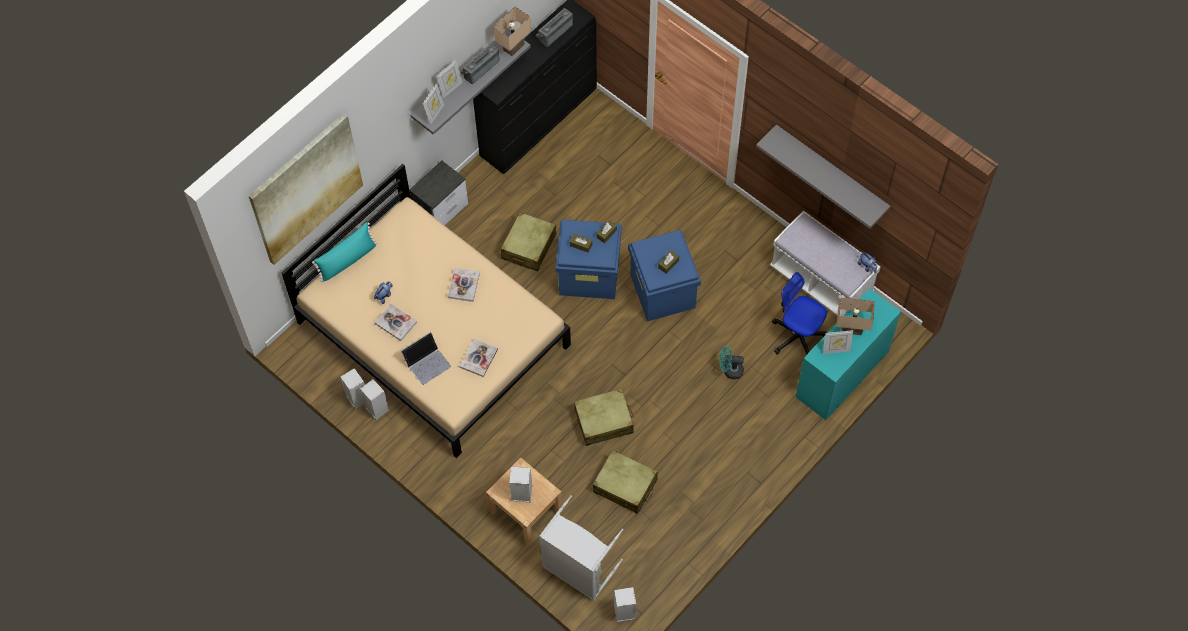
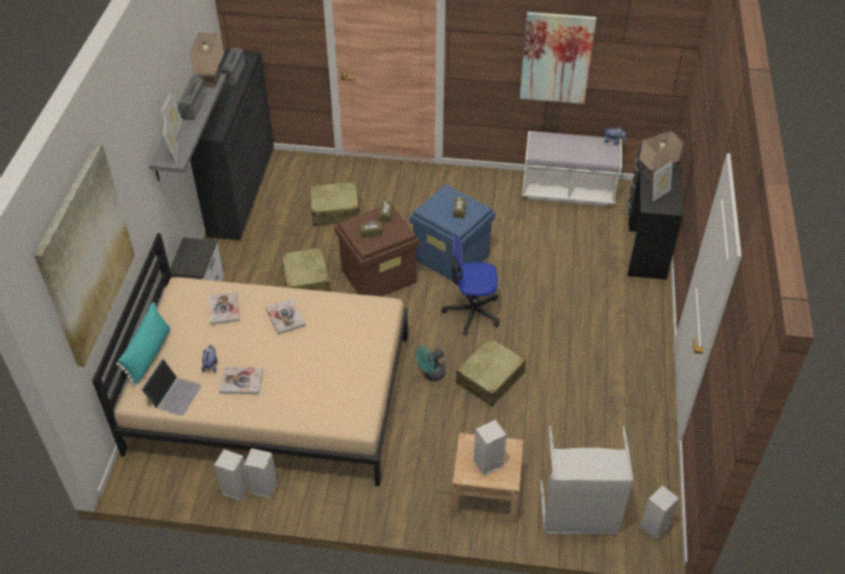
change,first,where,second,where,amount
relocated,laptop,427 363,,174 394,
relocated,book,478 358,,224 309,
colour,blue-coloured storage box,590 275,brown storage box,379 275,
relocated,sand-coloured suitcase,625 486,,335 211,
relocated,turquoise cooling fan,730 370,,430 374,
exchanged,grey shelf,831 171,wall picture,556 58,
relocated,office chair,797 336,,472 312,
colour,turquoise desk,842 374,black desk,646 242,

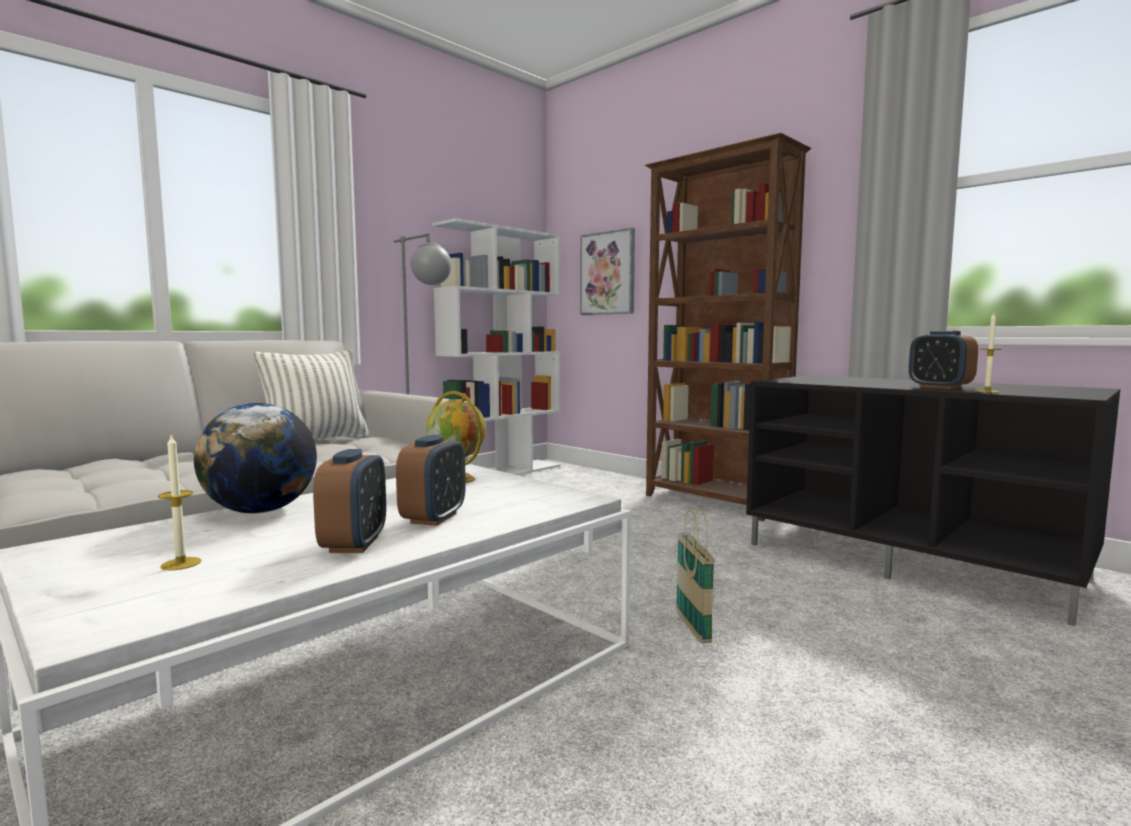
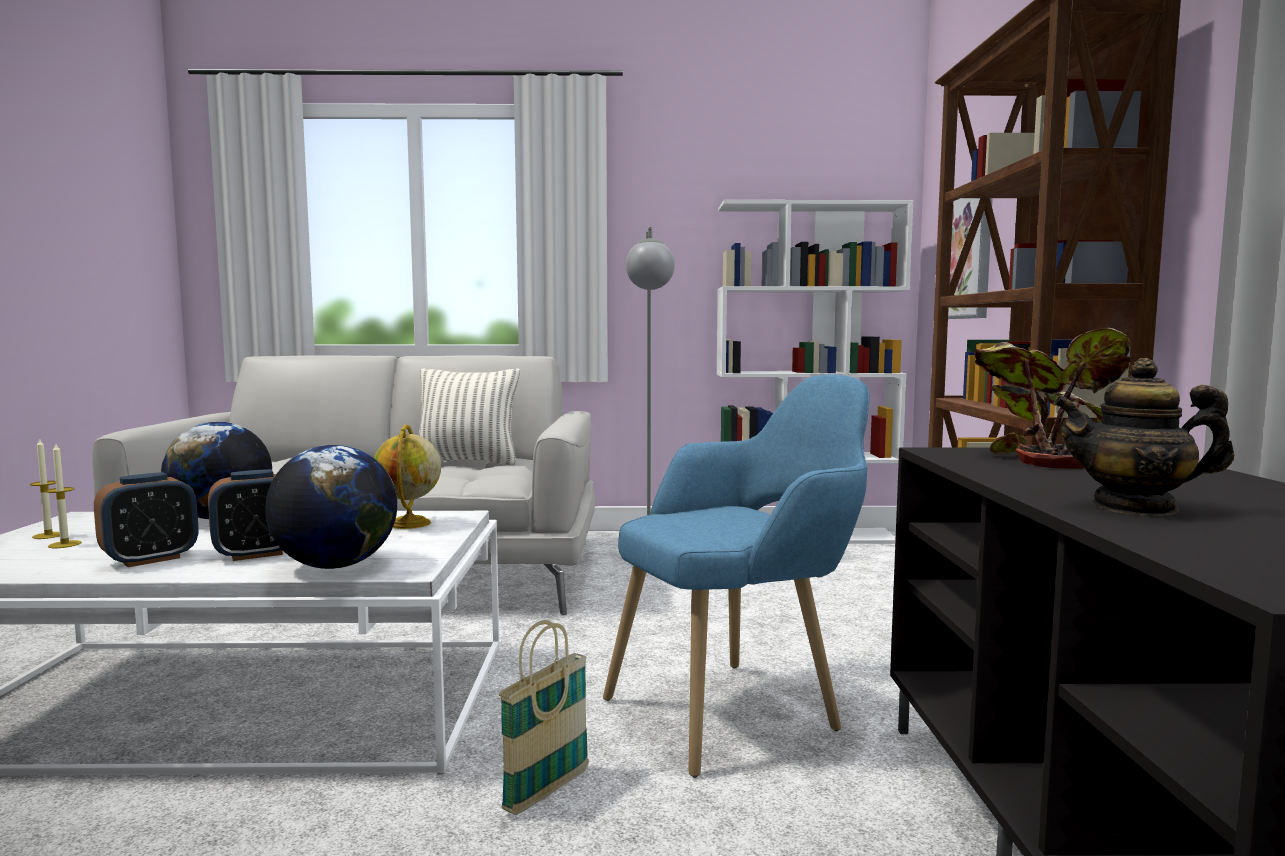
change,first,where,second,where,amount
exchanged,alarm clock,940 387,teapot,1135 507,
relocated,wax light,987 391,,48 535,
appeared,,,desk globe,335 566,
appeared,,,blue-coloured armchair,743 707,
appeared,,,houseplant,1048 456,

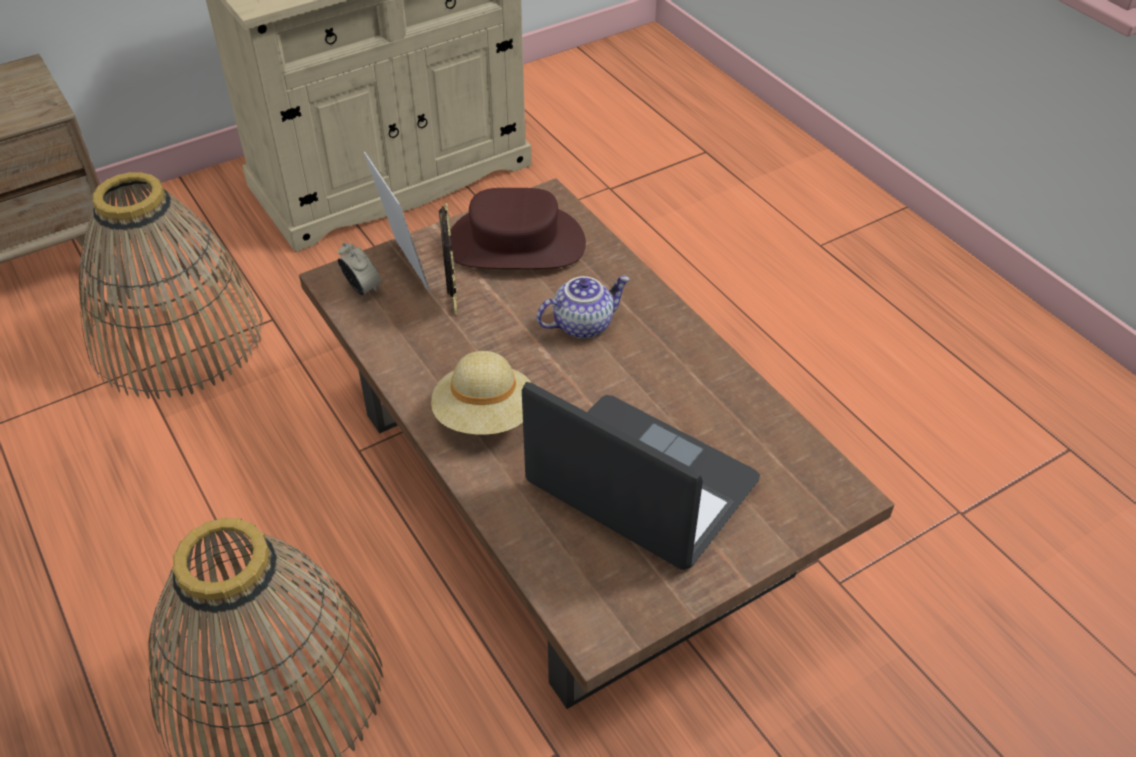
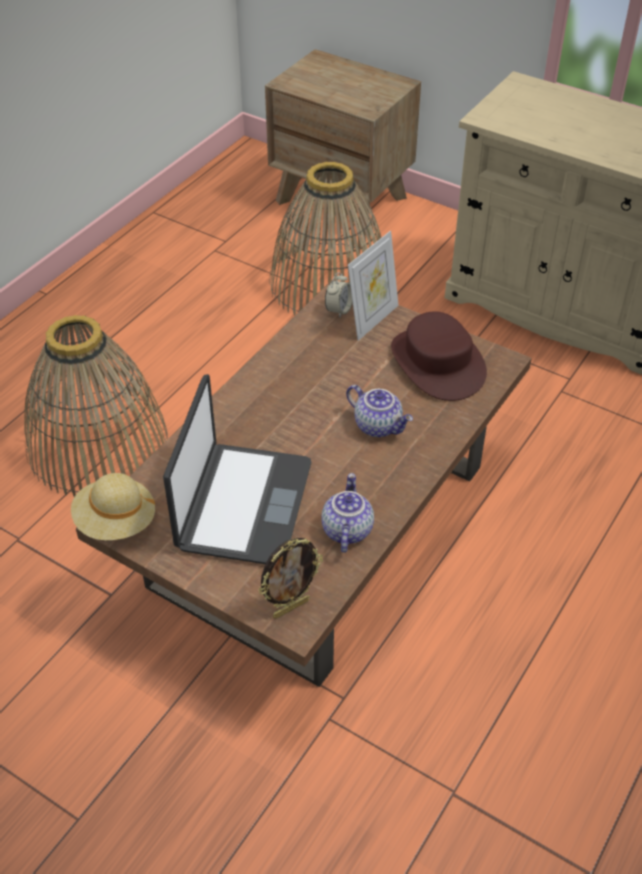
change,first,where,second,where,amount
relocated,sand-coloured hat,485 416,,116 522,
relocated,standing frame,452 300,,290 607,
appeared,,,teapot,346 530,

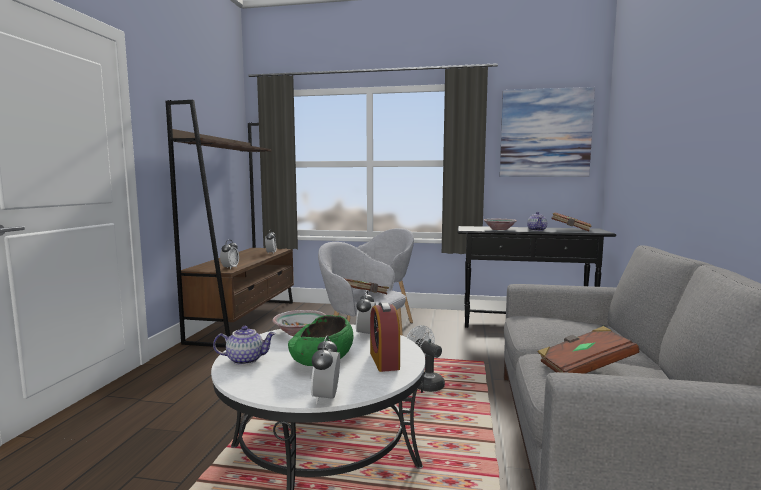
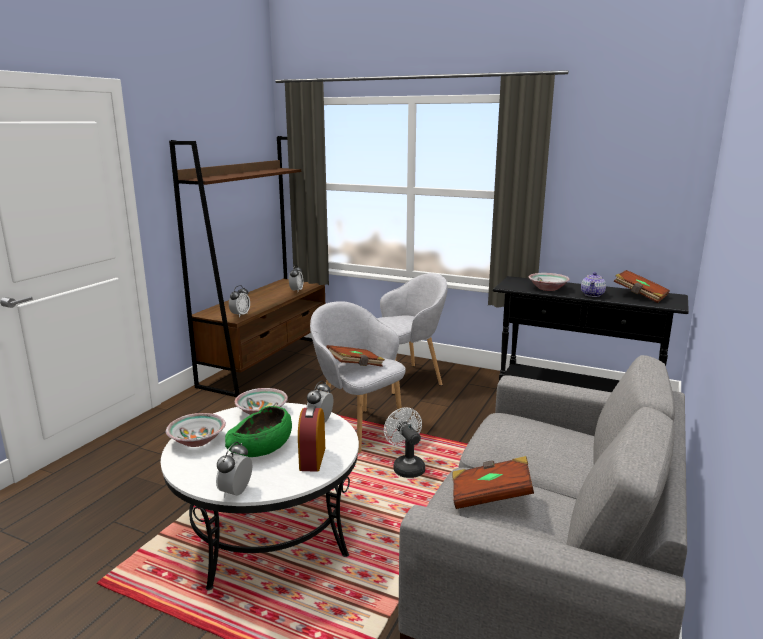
change,first,where,second,where,amount
exchanged,teapot,246 360,serving bowl,197 440,
missing,wall picture,545 133,,,

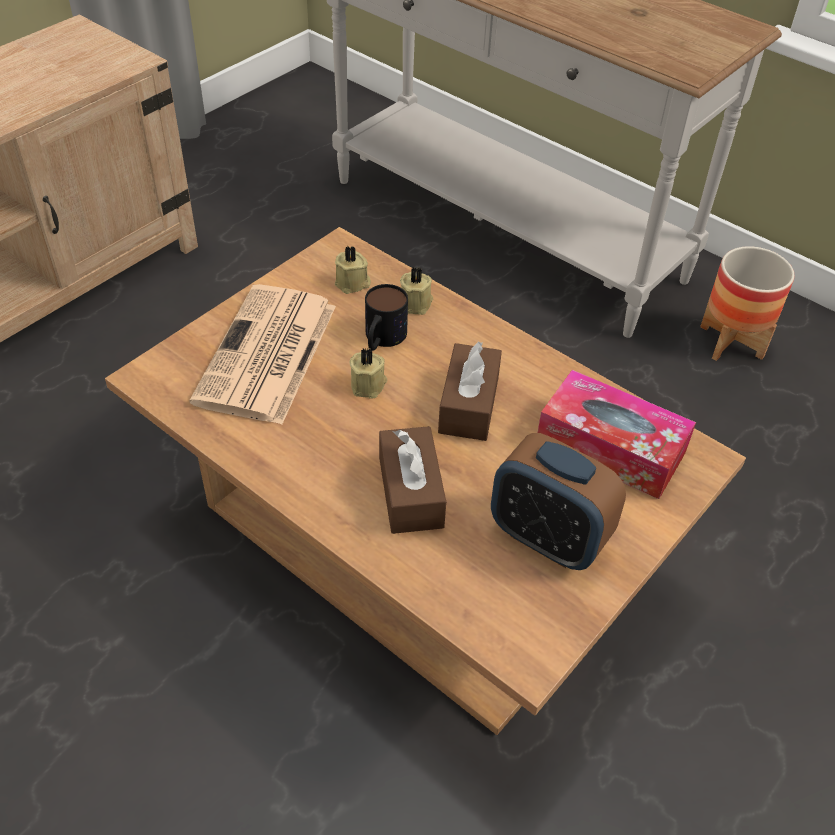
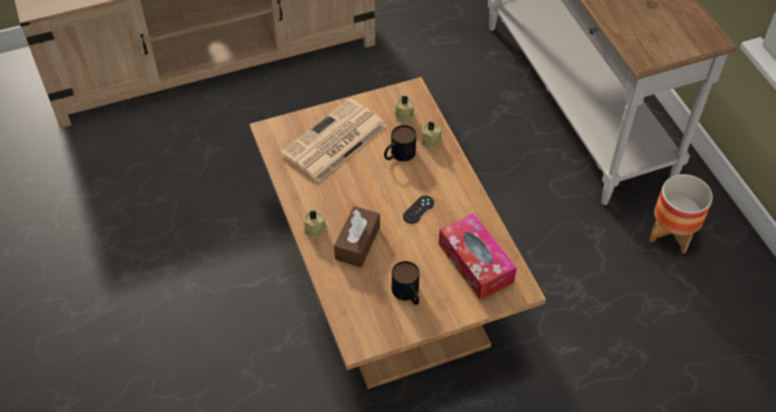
change,first,where,second,where,amount
relocated,sand-coloured wax light,369 385,,315 229,
exchanged,brown tissue box,469 404,black gamepad,418 209,
exchanged,alarm clock,548 538,tea mug,408 294,

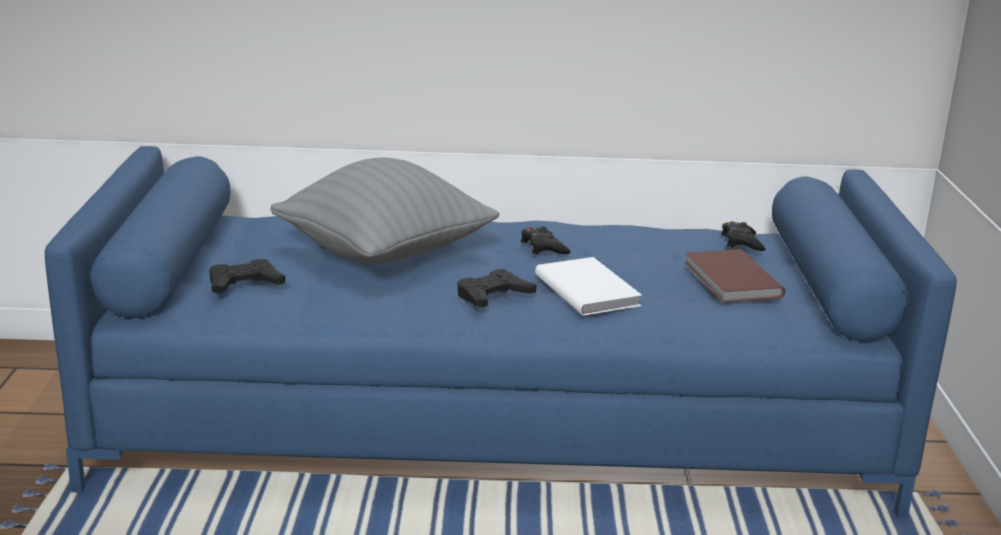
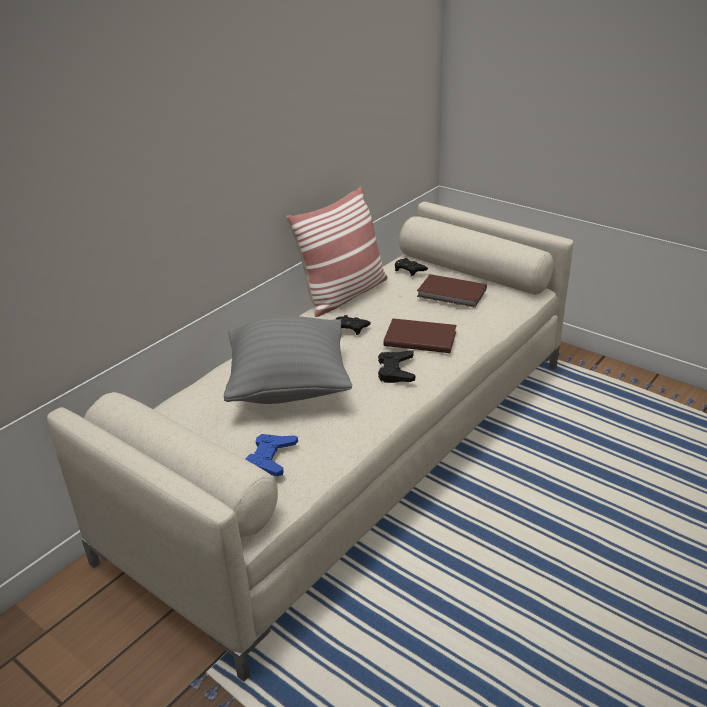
change,first,where,second,where,amount
colour,blue-coloured couch,496 426,sand-coloured couch,357 450,
colour,black gamepad,244 284,blue-coloured gamepad,271 458,
colour,whitish book,588 289,brown book,419 338,
appeared,,,cushion,344 294,

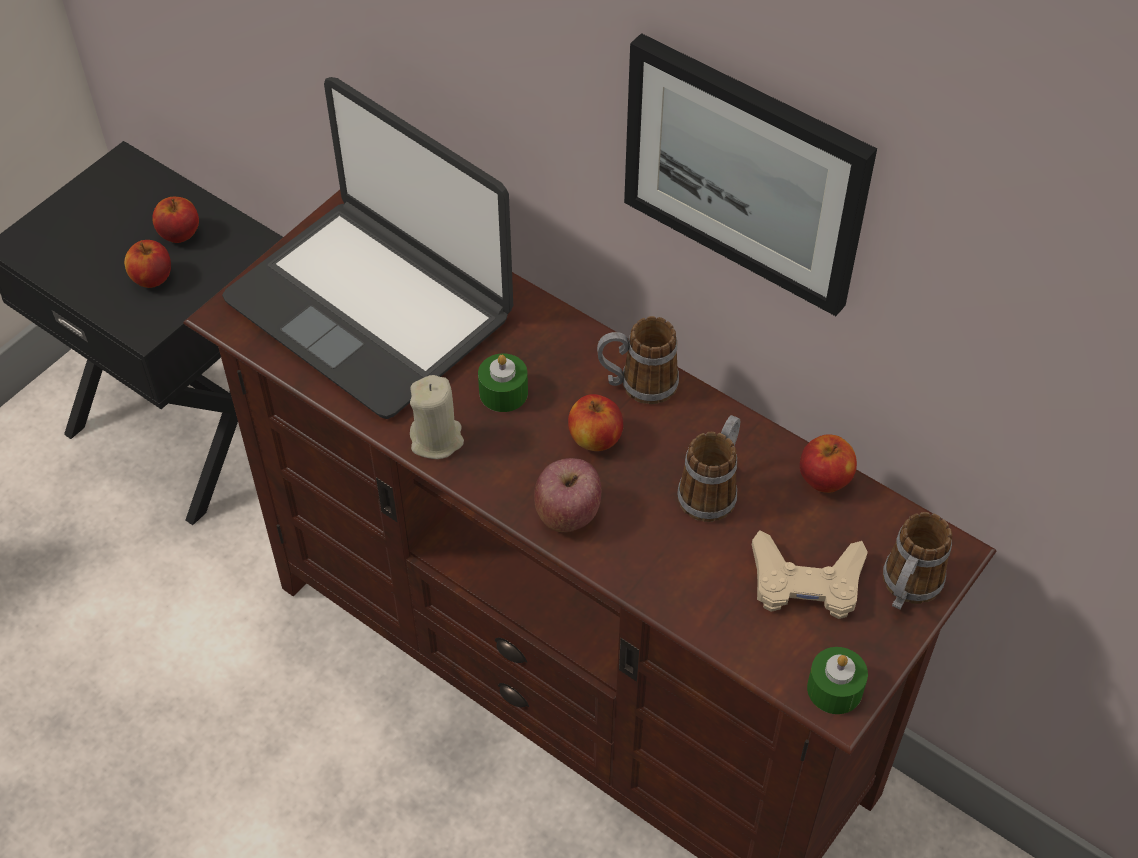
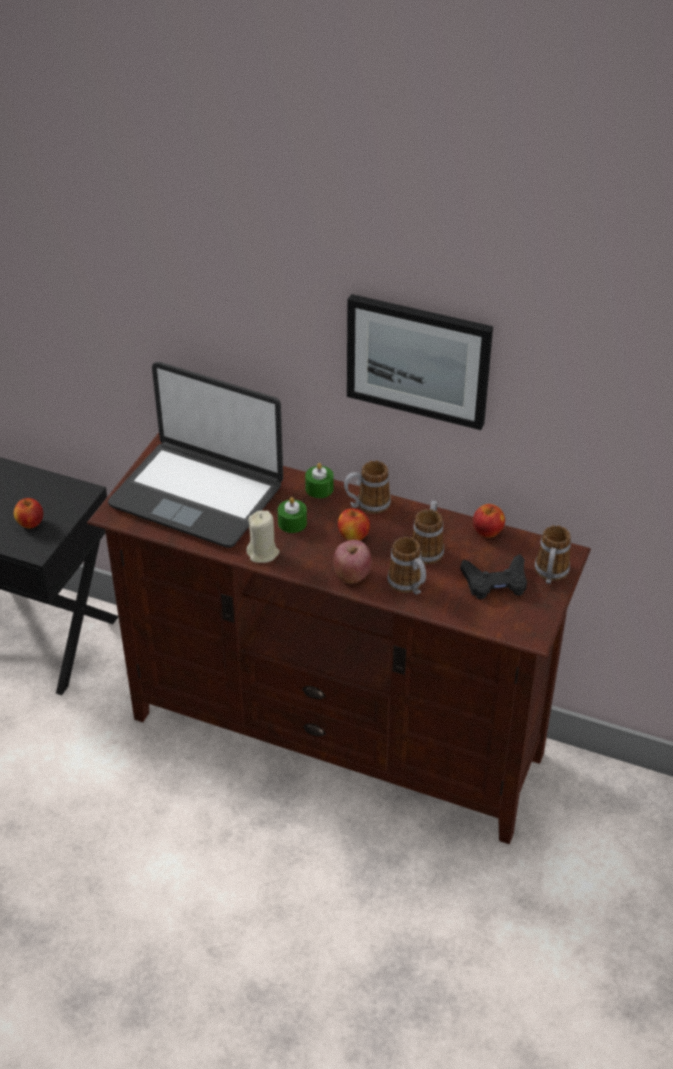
change,first,where,second,where,amount
missing,whole apple,179 234,,,
colour,sand-coloured gamepad,806 582,black gamepad,495 582,
relocated,green wax light,834 689,,319 489,
appeared,,,tea mug,408 586,

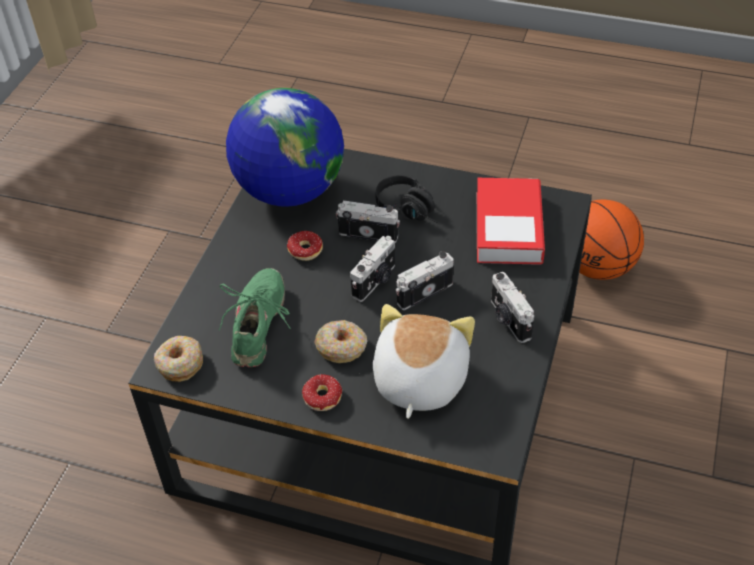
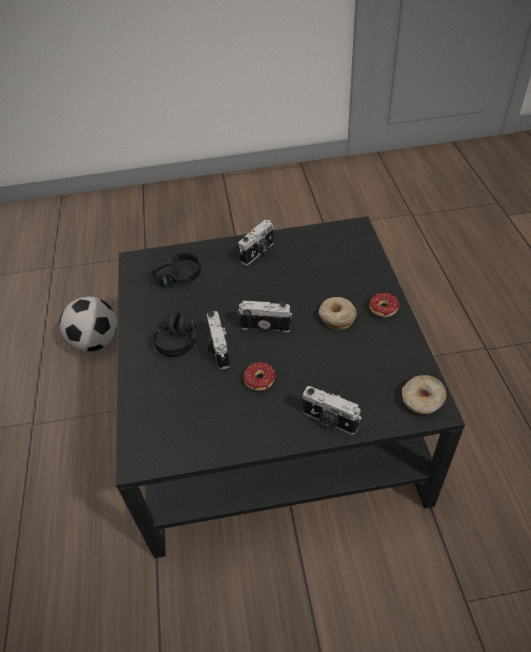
change,first,where,second,where,amount
missing,green item of footwear,259 325,,,
missing,desk globe,289 190,,,
missing,soft toy,418 380,,,
relocated,still camera,423 292,,329 421,
exchanged,book,508 228,black pair of headphones,172 279,
exchanged,basketball,598 267,football ball,96 341,

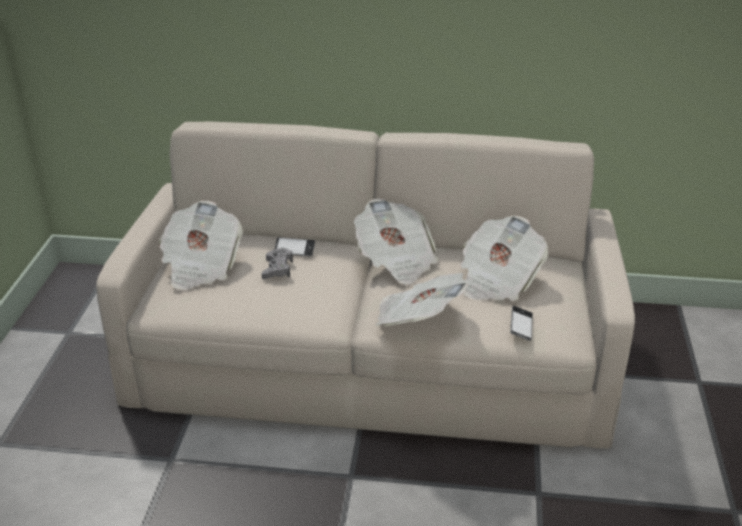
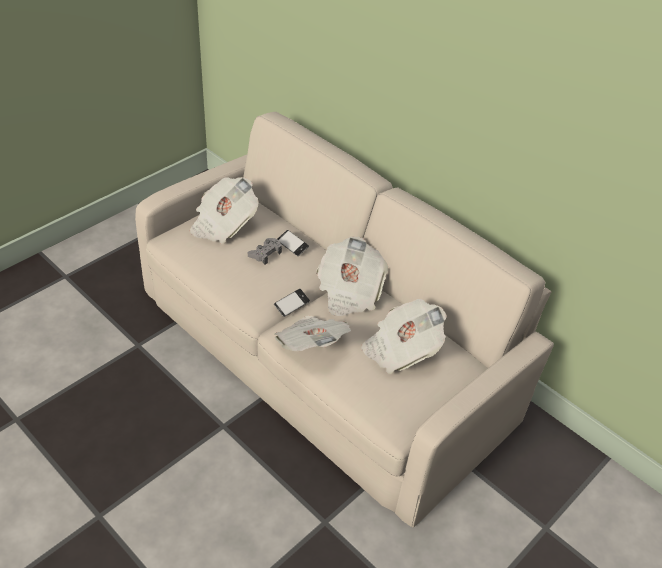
change,first,where,second,where,amount
relocated,handset,521 326,,291 305,

